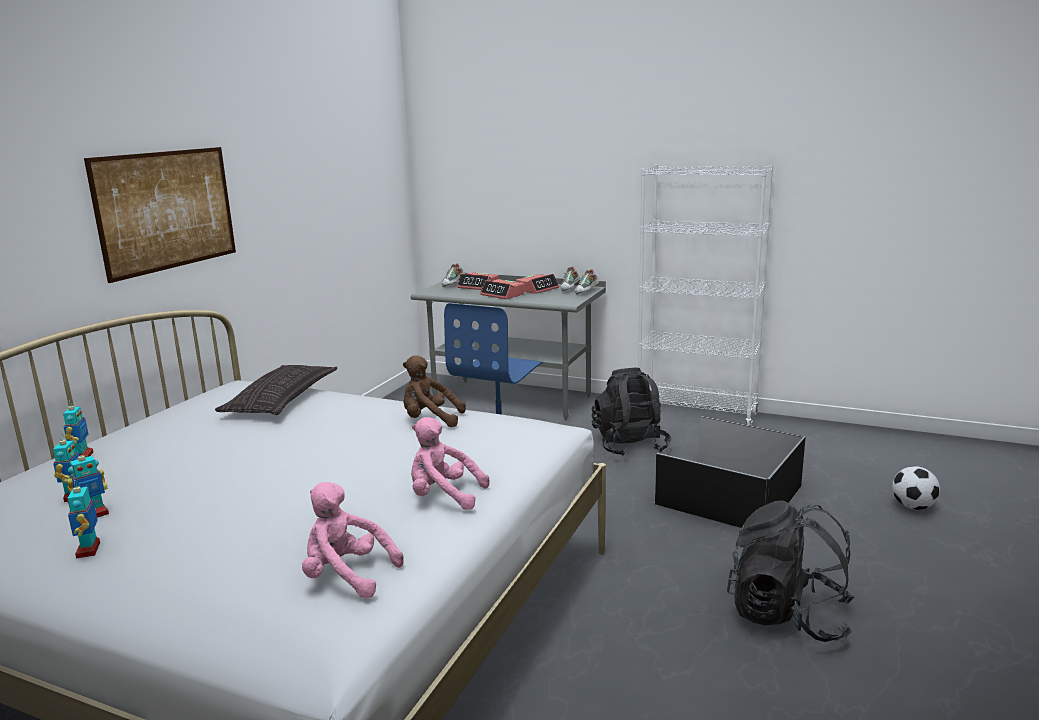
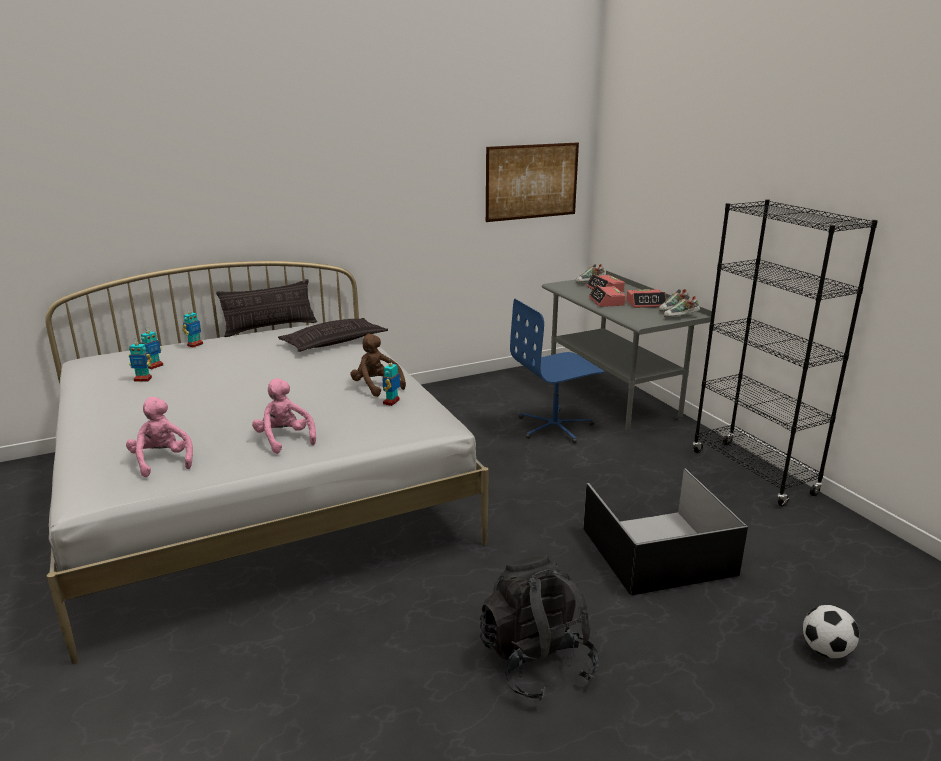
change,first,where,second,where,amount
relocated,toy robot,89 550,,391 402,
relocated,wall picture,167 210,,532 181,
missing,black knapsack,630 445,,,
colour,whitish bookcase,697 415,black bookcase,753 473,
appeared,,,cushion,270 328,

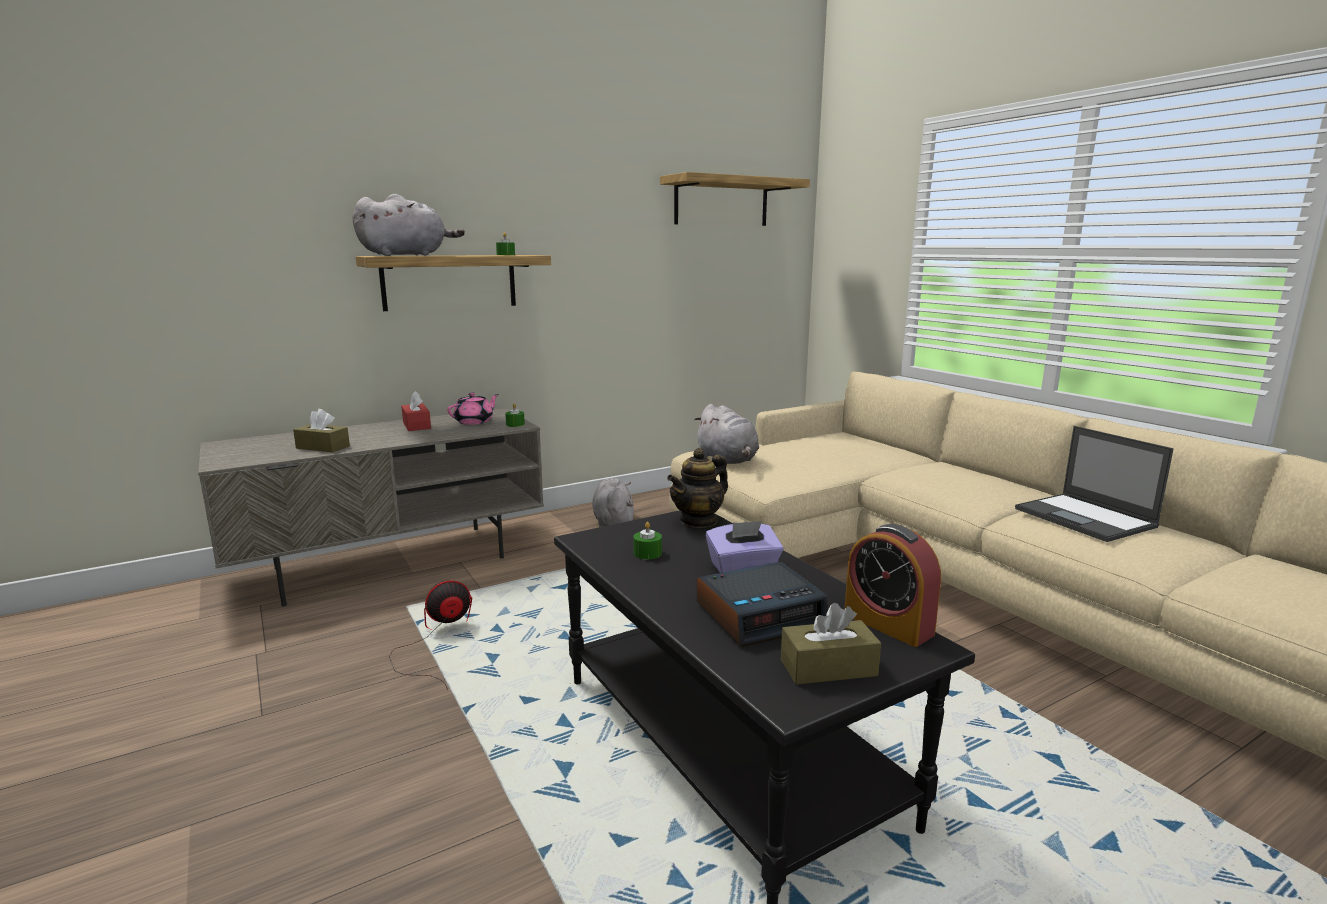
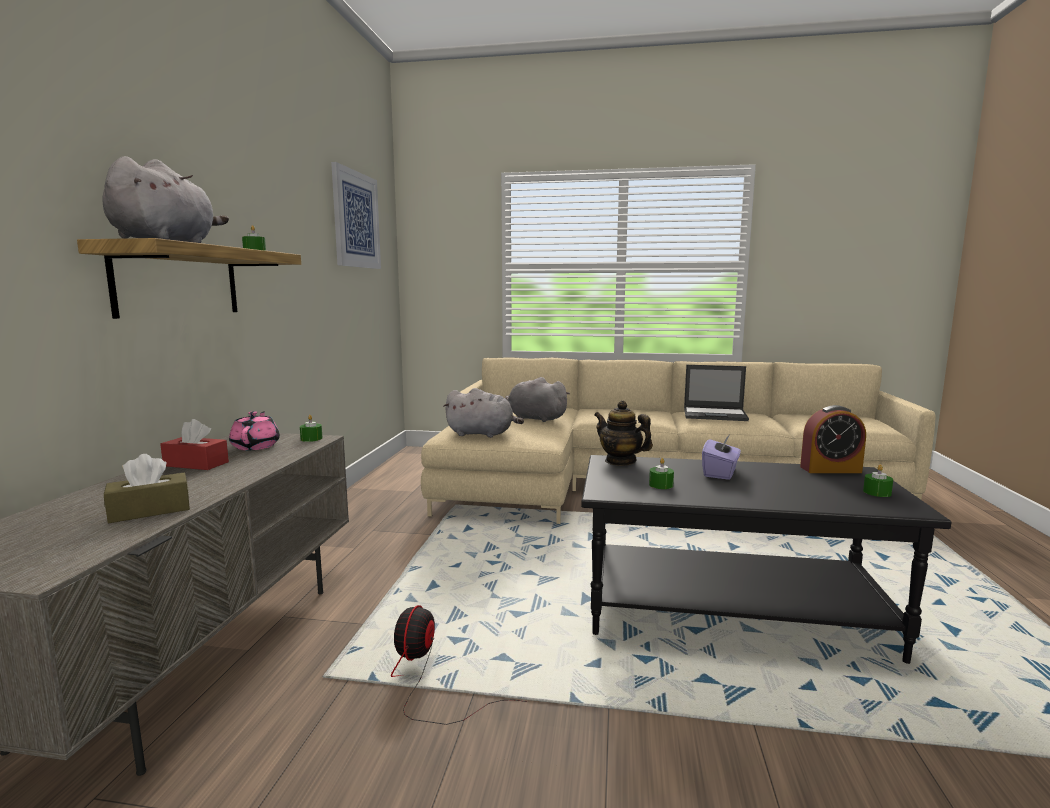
change,first,where,second,where,amount
relocated,grey soft toy,613 522,,534 418,
exchanged,shelf,721 202,wall picture,356 220,
spun,teapot,698 521,,620 461,135 degrees clockwise
missing,alarm clock,760 614,,,
exchanged,brown tissue box,828 668,green wax light,877 492,

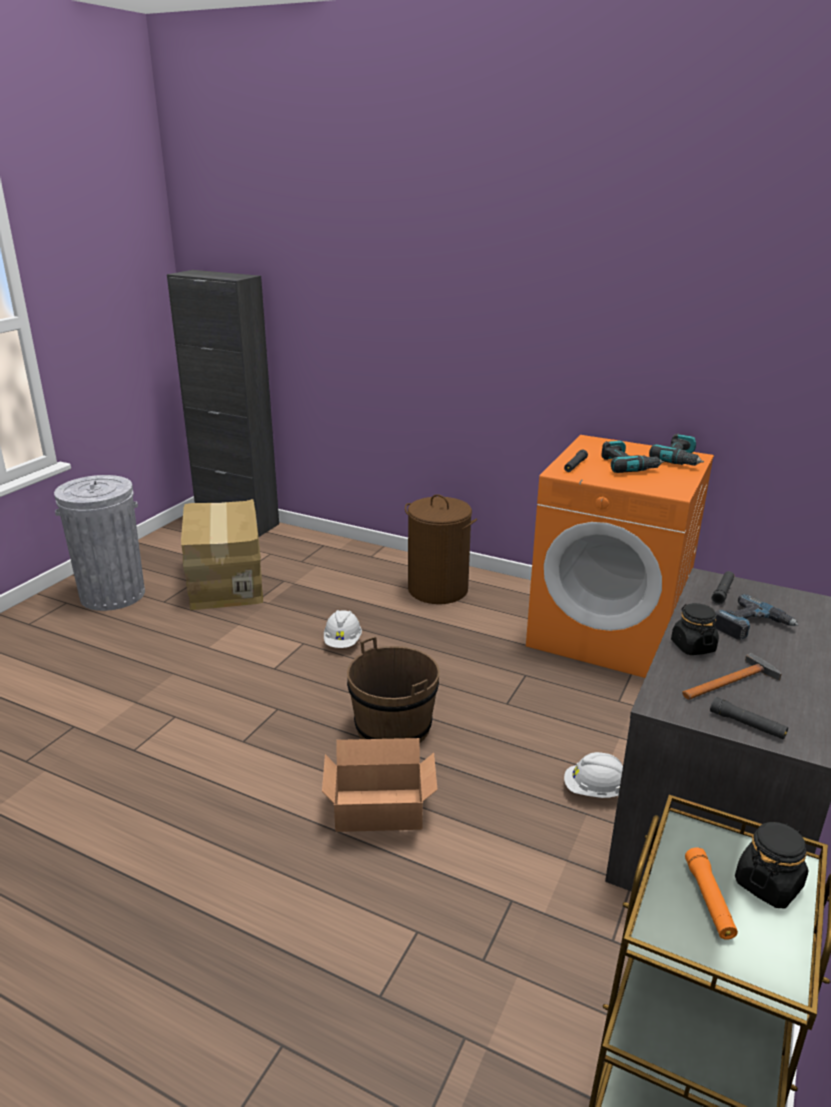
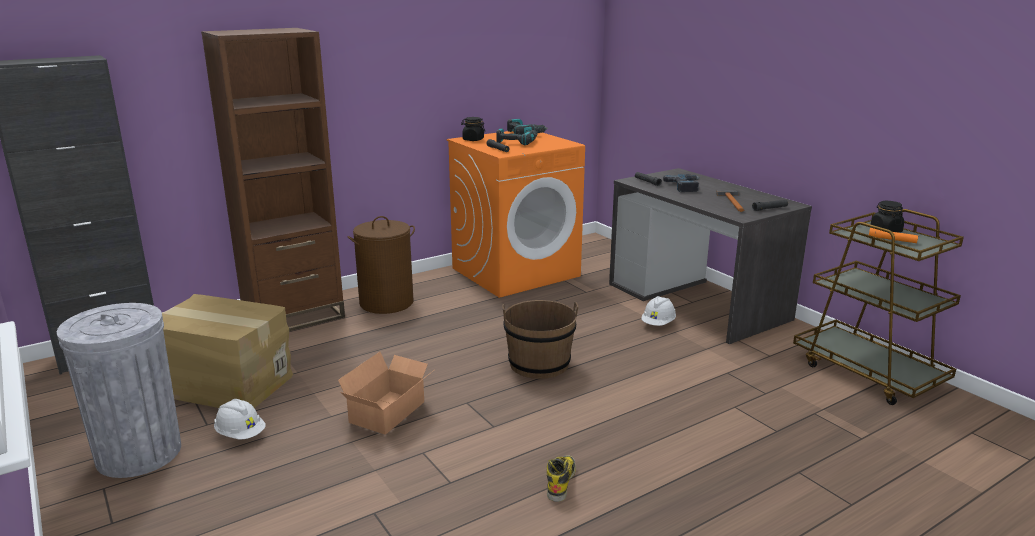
change,first,where,second,where,amount
relocated,cardboard box,381 812,,391 412,
relocated,whitish work helmet,343 642,,240 434,
relocated,black preserve jar,692 646,,473 139,
appeared,,,brown bookcase,293 317,
appeared,,,boot,561 481,

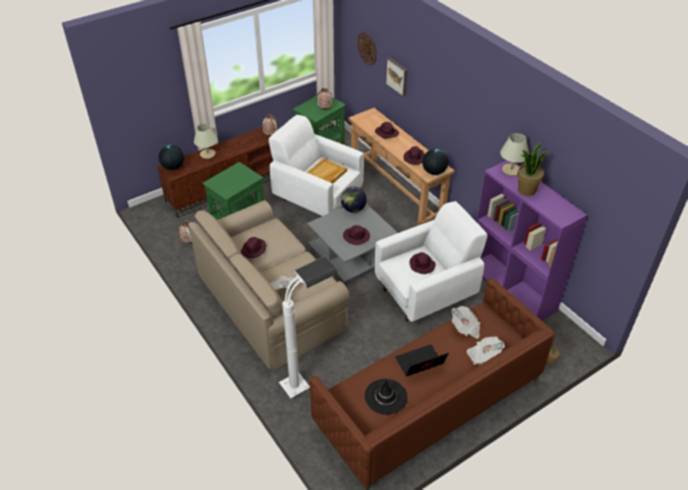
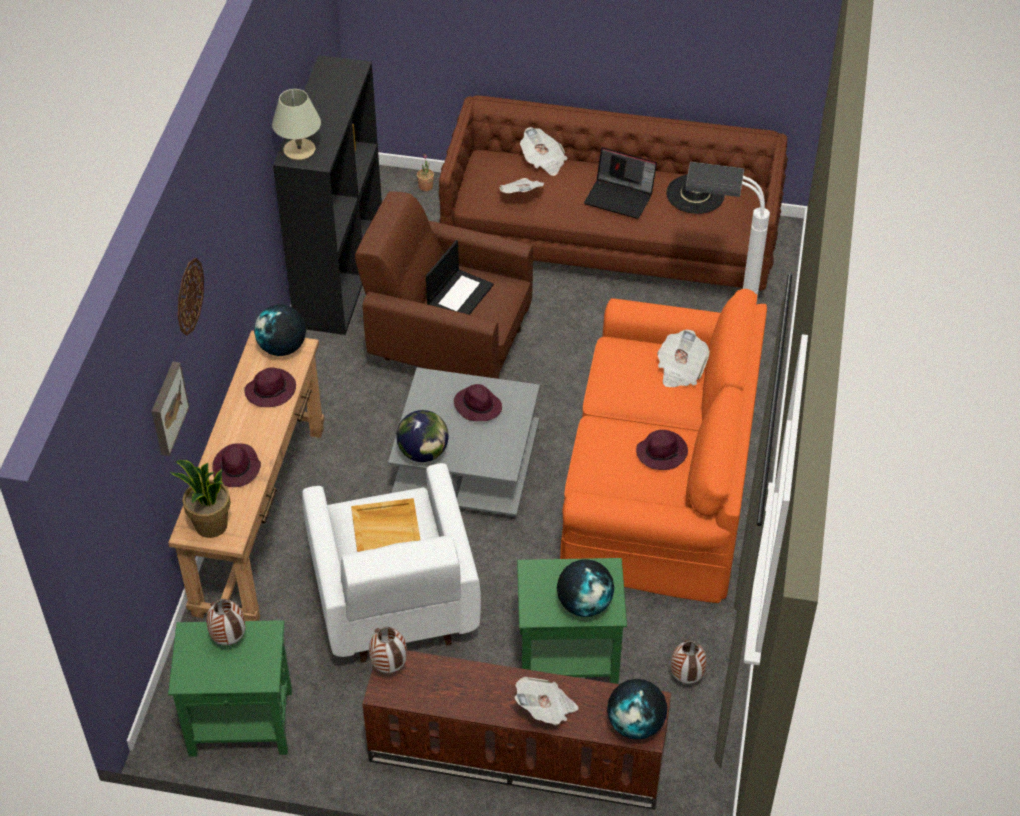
change,first,where,second,where,amount
colour,sand-coloured couch,270 300,orange couch,659 481,
exchanged,sand-coloured table lamp,207 154,printed paper,546 709,
relocated,wall clock,367 48,,189 296,
colour,whitish armchair,426 293,brown armchair,448 342,
exchanged,purple-coloured hat,422 265,laptop,460 295,
colour,purple-coloured bookcase,513 287,black bookcase,339 273,
relocated,houseplant,526 190,,210 526,
appeared,,,desk globe,584 604,

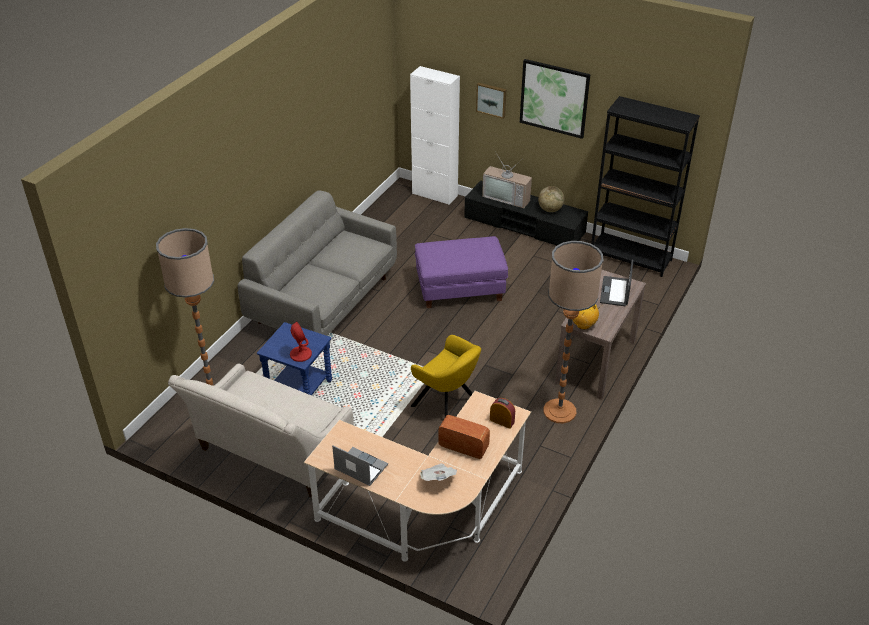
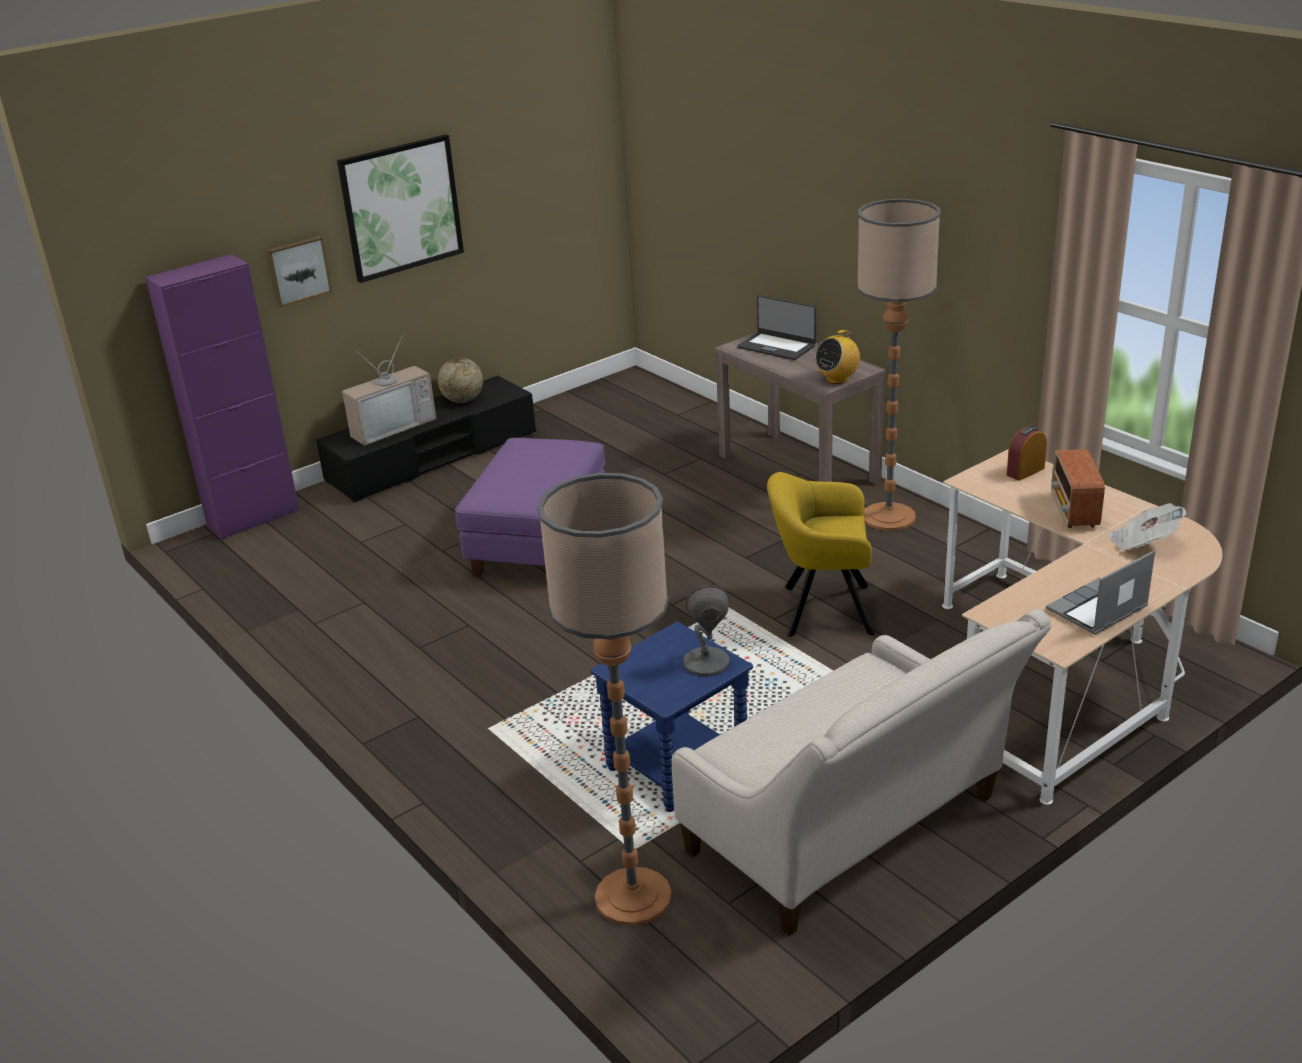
change,first,where,second,where,amount
missing,grey couch,324 300,,,
colour,red table lamp,300 354,grey table lamp,706 662,
colour,whitish cupboard,434 194,purple-coloured cupboard,253 518,
spun,yellowish armchair,447 405,,821 610,150 degrees counterclockwise
spun,radio set,463 447,,1074 511,45 degrees counterclockwise
missing,black bookcase,631 257,,,

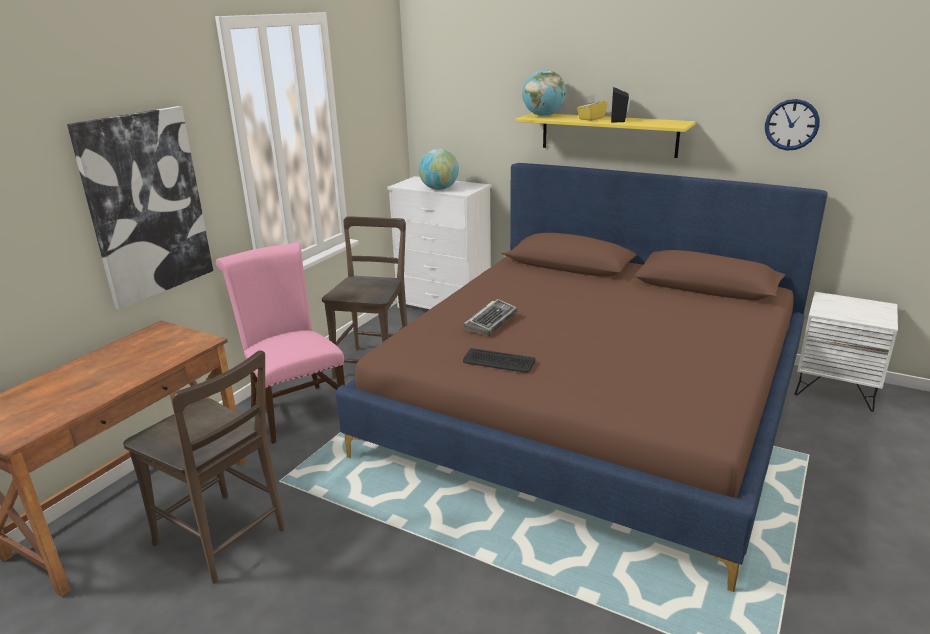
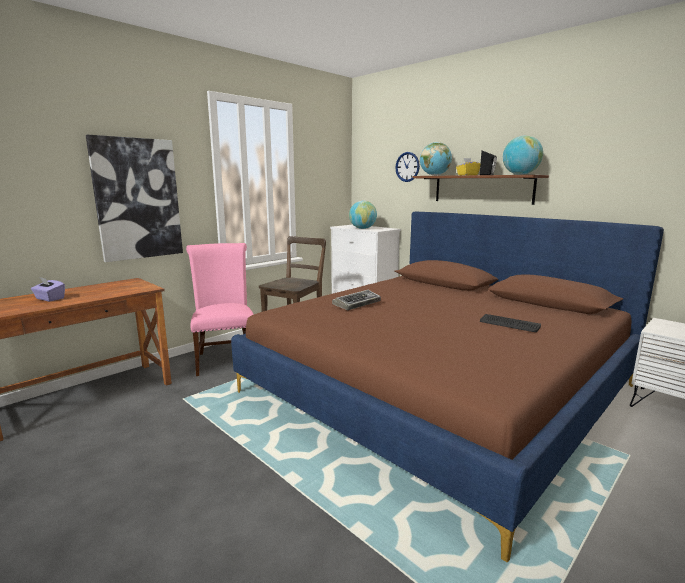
change,first,where,second,where,amount
missing,brown upright chair,224 539,,,
relocated,PC keyboard,498 362,,509 324,
colour,yellowish shelf,608 134,brown shelf,482 189,
relocated,wall clock,791 124,,407 167,
appeared,,,purple-coloured tissue box,49 299,
appeared,,,desk globe,520 174,

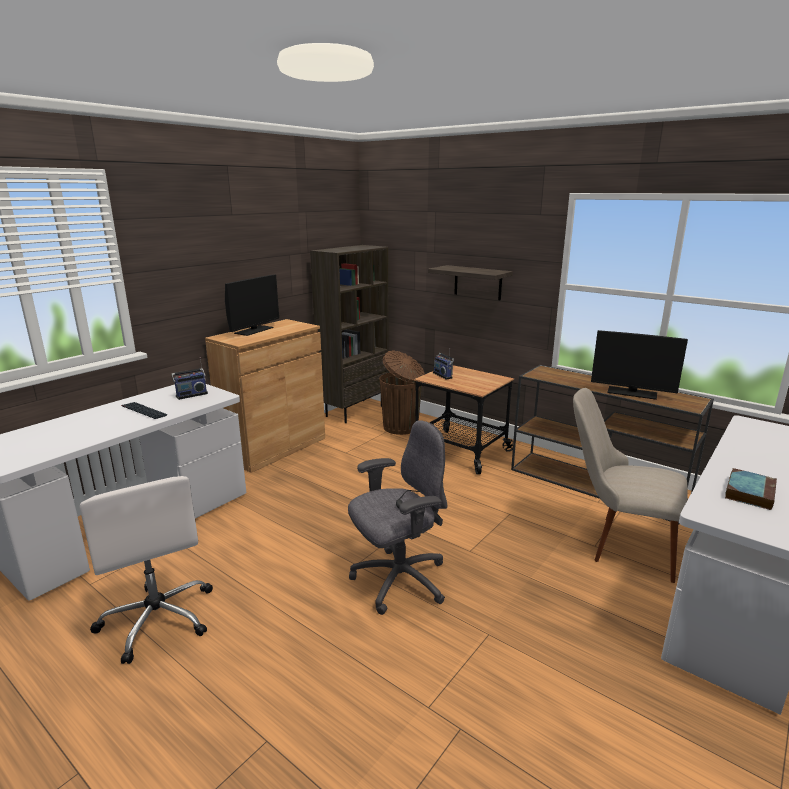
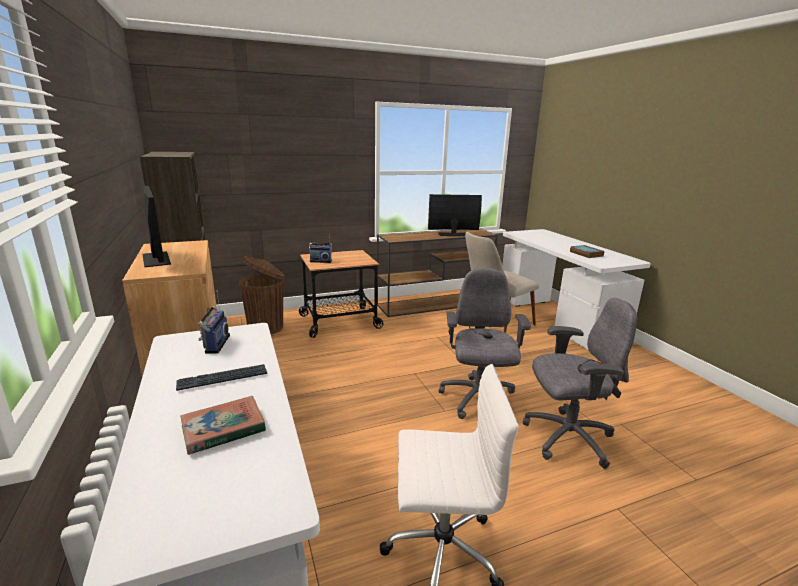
change,first,where,second,where,amount
missing,shelf,477 282,,,
spun,monitor,632 393,,453 234,150 degrees counterclockwise
appeared,,,book,223 429,
appeared,,,grey office chair,567 438,

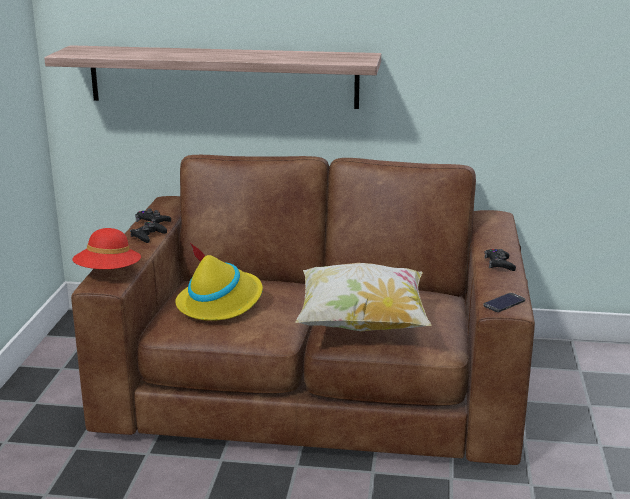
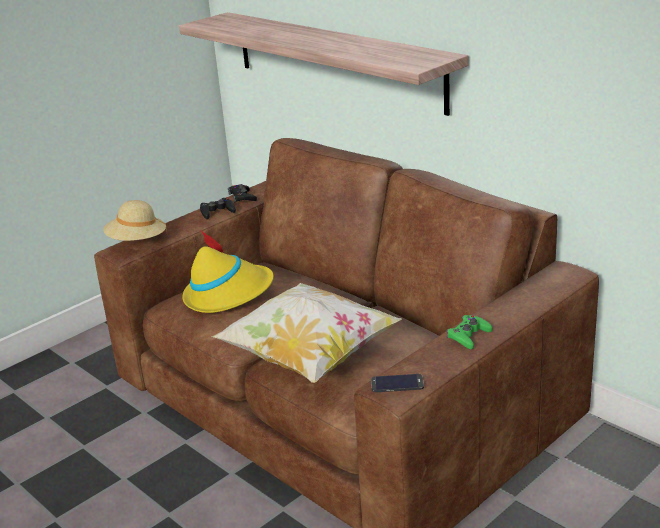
change,first,where,second,where,amount
colour,red hat,108 273,sand-coloured hat,137 242,
colour,black gamepad,499 264,green gamepad,468 336,

